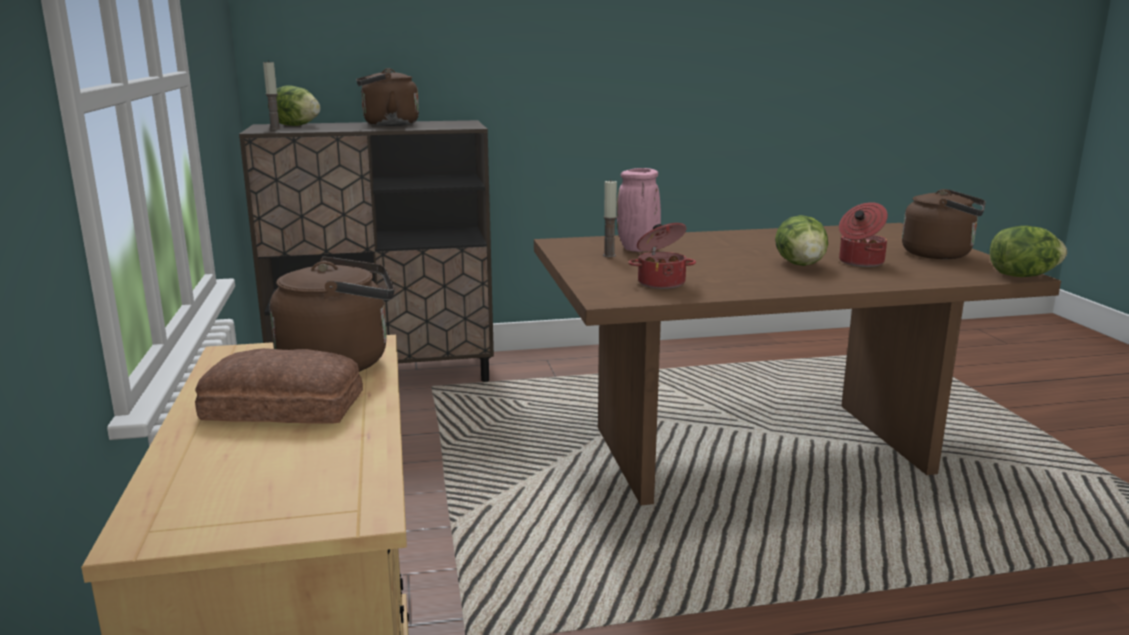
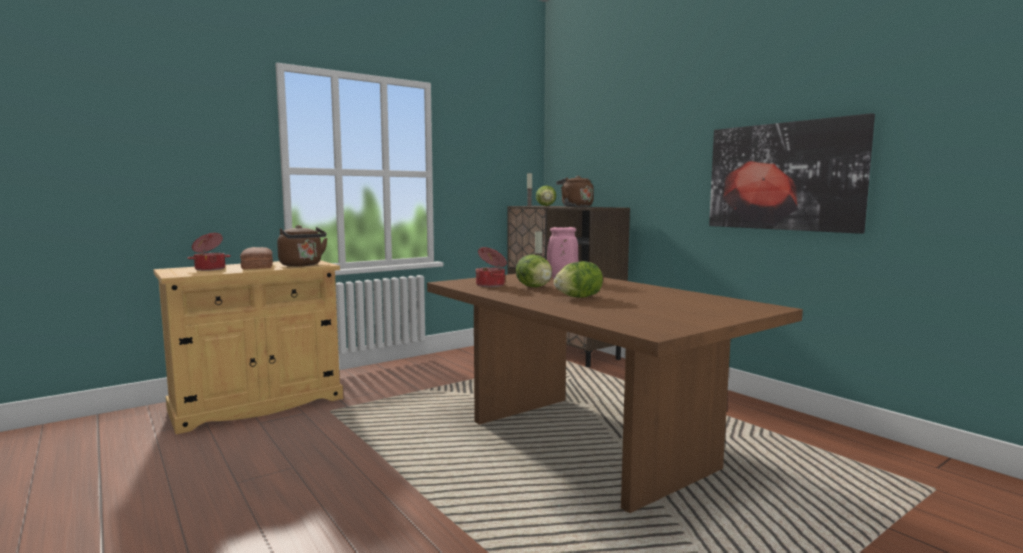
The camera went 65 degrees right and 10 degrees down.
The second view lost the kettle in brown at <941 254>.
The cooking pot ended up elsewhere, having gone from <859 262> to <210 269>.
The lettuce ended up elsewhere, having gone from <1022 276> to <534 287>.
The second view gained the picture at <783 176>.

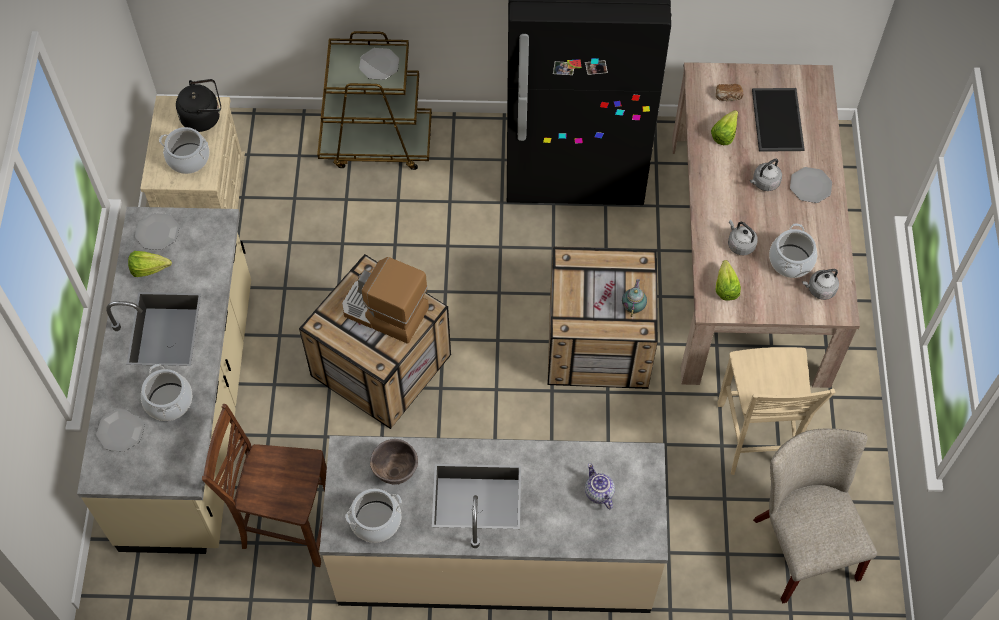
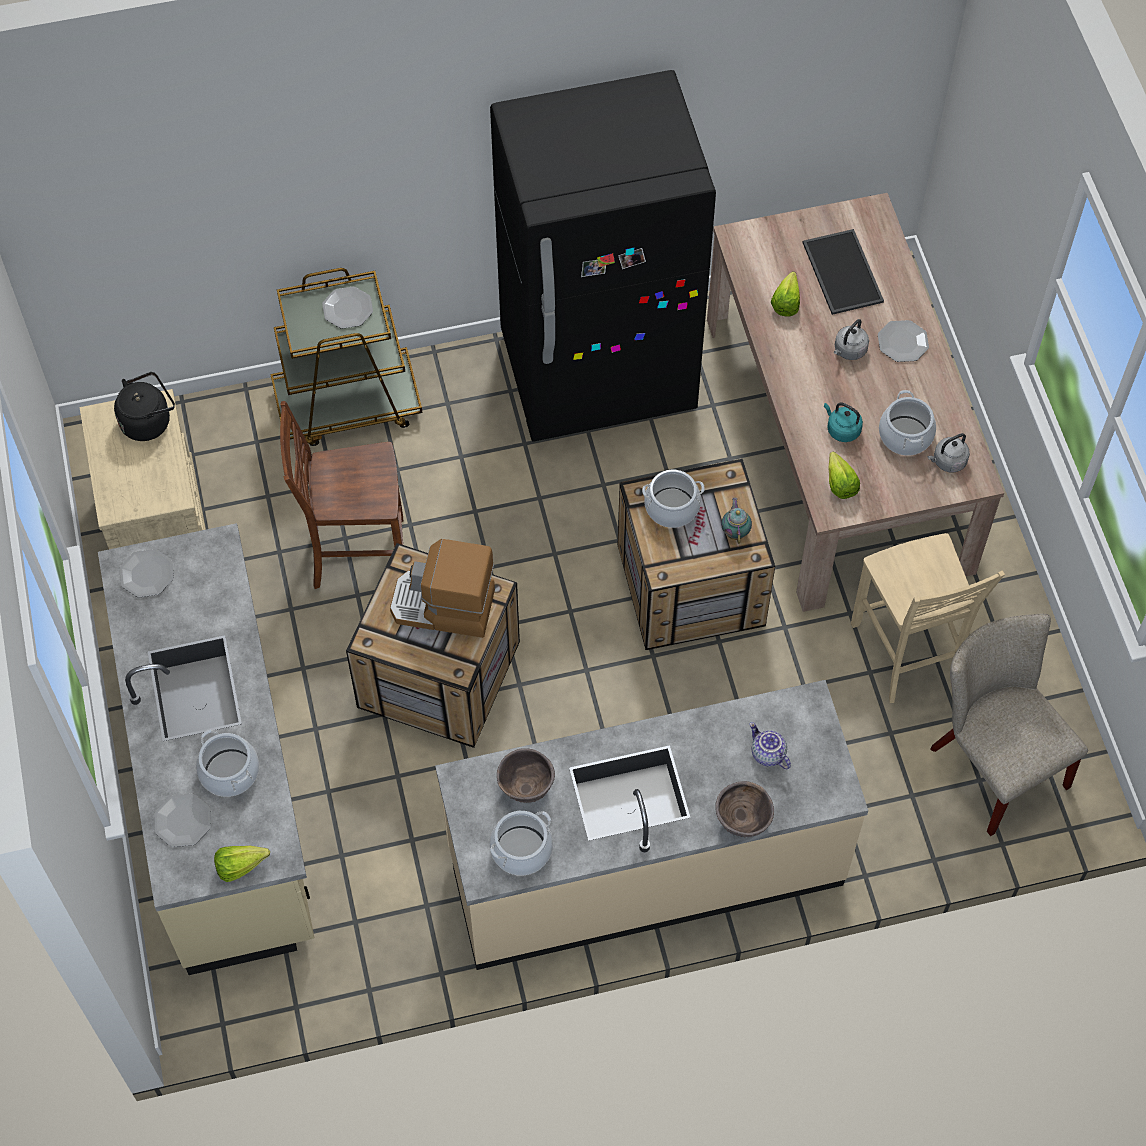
The camera went 15 degrees left and 0 degrees up.
The second view lost the bread at <728 97>.
The cooking pot ended up elsewhere, having gone from <188 158> to <672 507>.
What was the kettle in grey at <740 244> turned into the kettle in turquoise at <841 429>.
The lettuce ended up elsewhere, having gone from <152 270> to <245 866>.
The chair in brown ended up elsewhere, having gone from <286 525> to <356 554>.
The second view gained the bowl in brown at <742 820>.

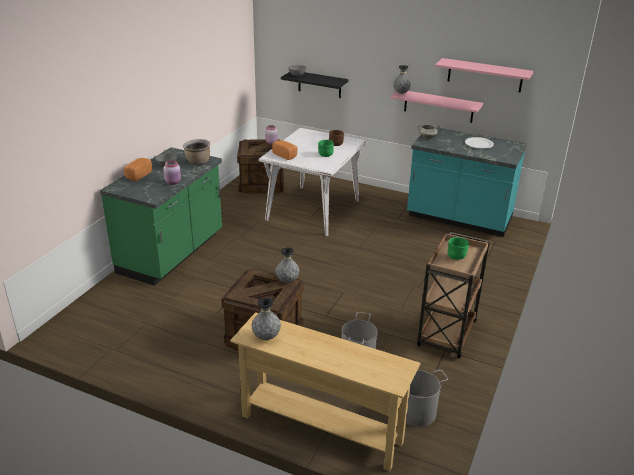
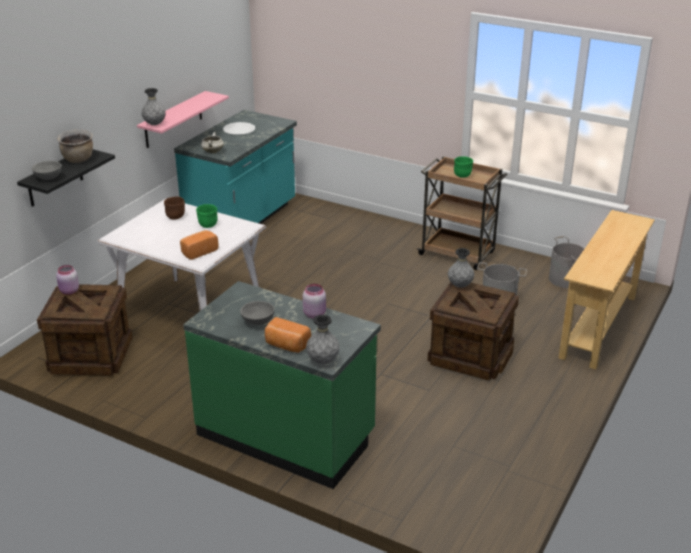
The camera went 85 degrees left and 0 degrees up.
The second view lost the shelf in pink at <485 75>.
The cooking pot in brown ended up elsewhere, having gone from <198 162> to <78 160>.
The vase in grey ended up elsewhere, having gone from <266 337> to <323 361>.

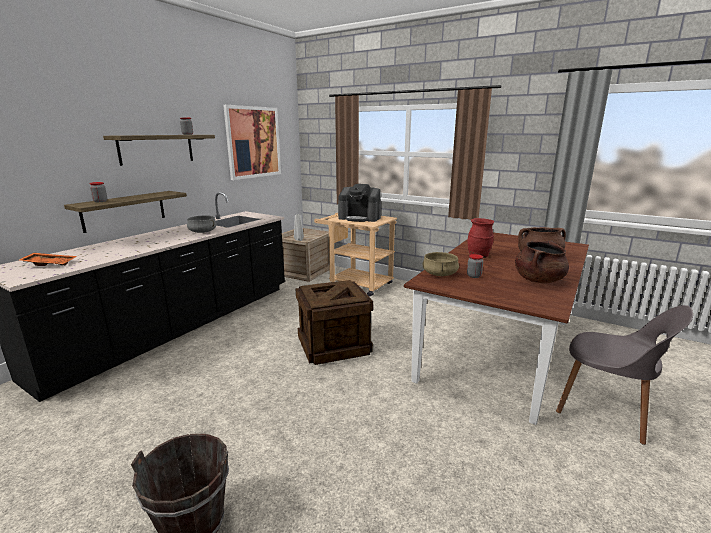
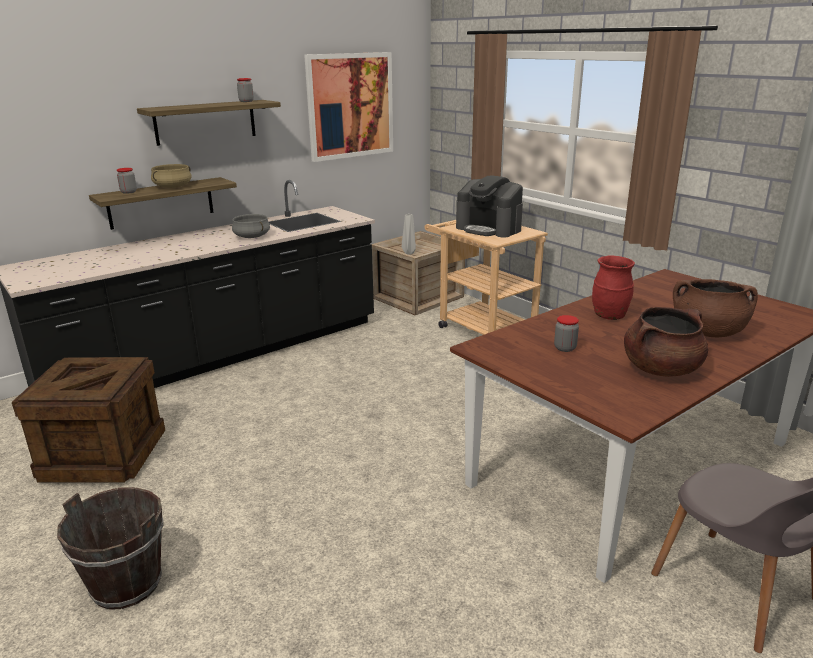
The camera went 20 degrees right and 5 degrees up.
The cooking pot in beige ended up elsewhere, having gone from <440 274> to <173 187>.
The second view lost the tray in orange at <50 263>.
The crate ended up elsewhere, having gone from <334 345> to <105 455>.

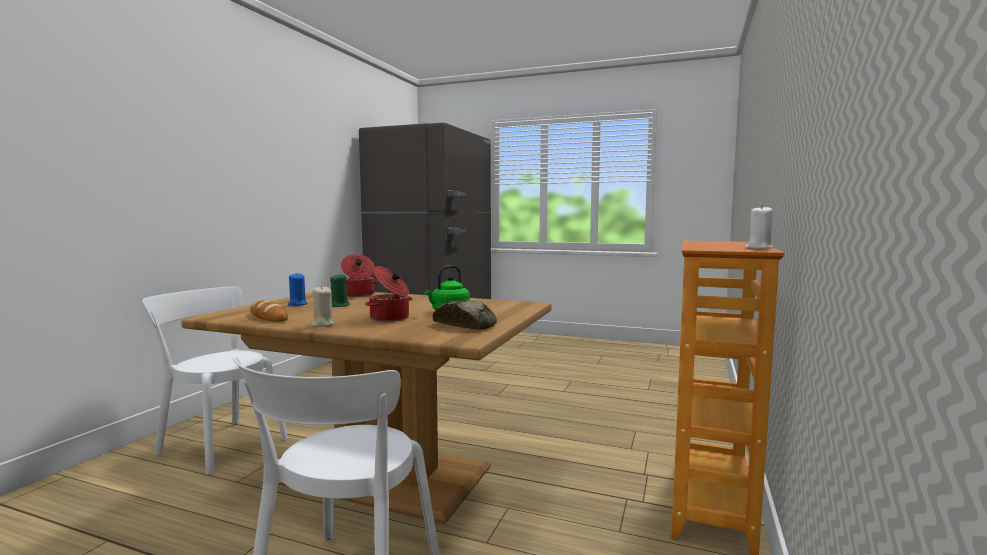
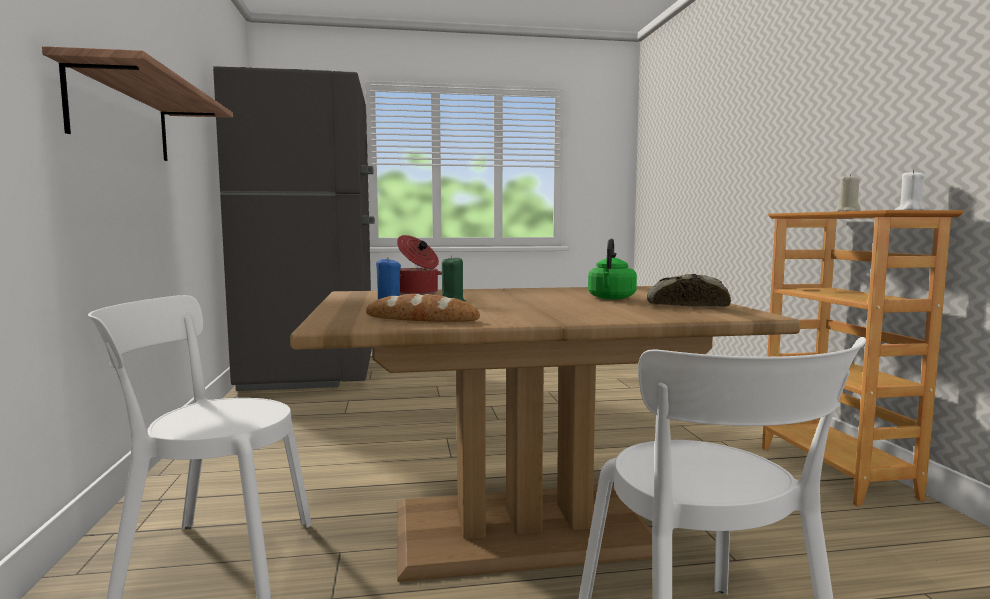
The camera went 30 degrees left and 0 degrees up.
The second view lost the cooking pot at <390 318>.
The candle in beige ended up elsewhere, having gone from <322 324> to <847 212>.
The second view gained the shelf at <121 117>.

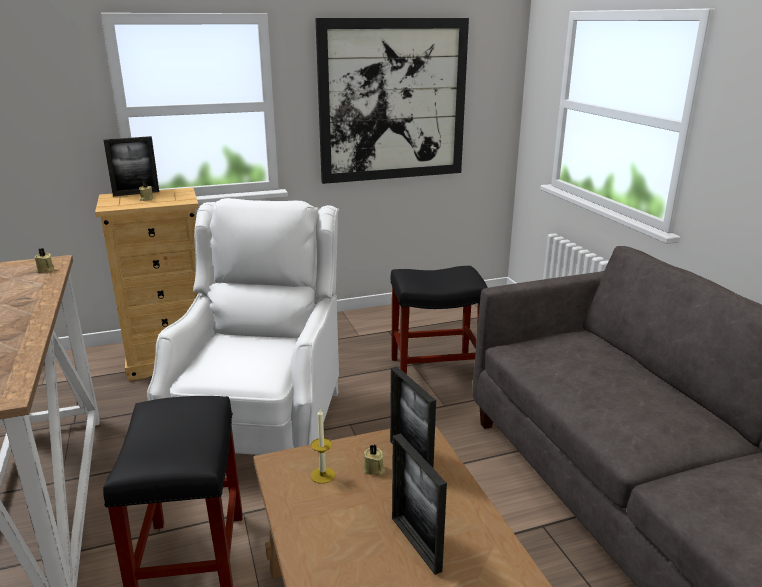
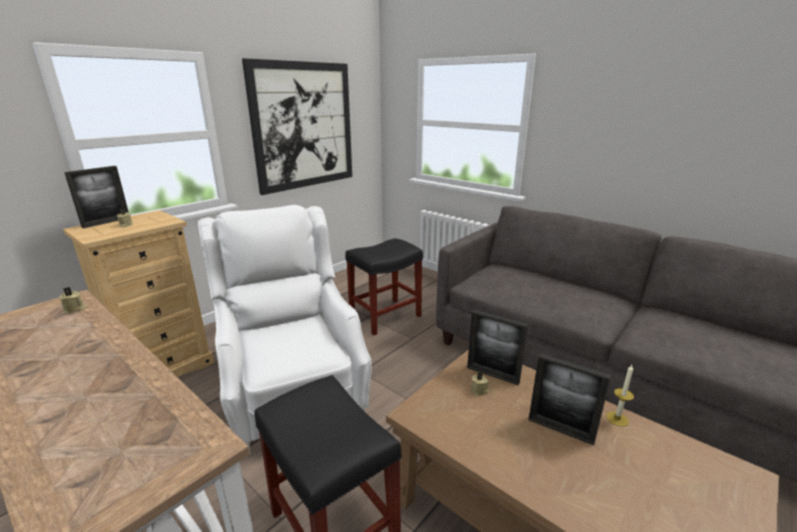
The camera went 30 degrees left and 0 degrees up.
The candle ended up elsewhere, having gone from <322 475> to <617 419>.

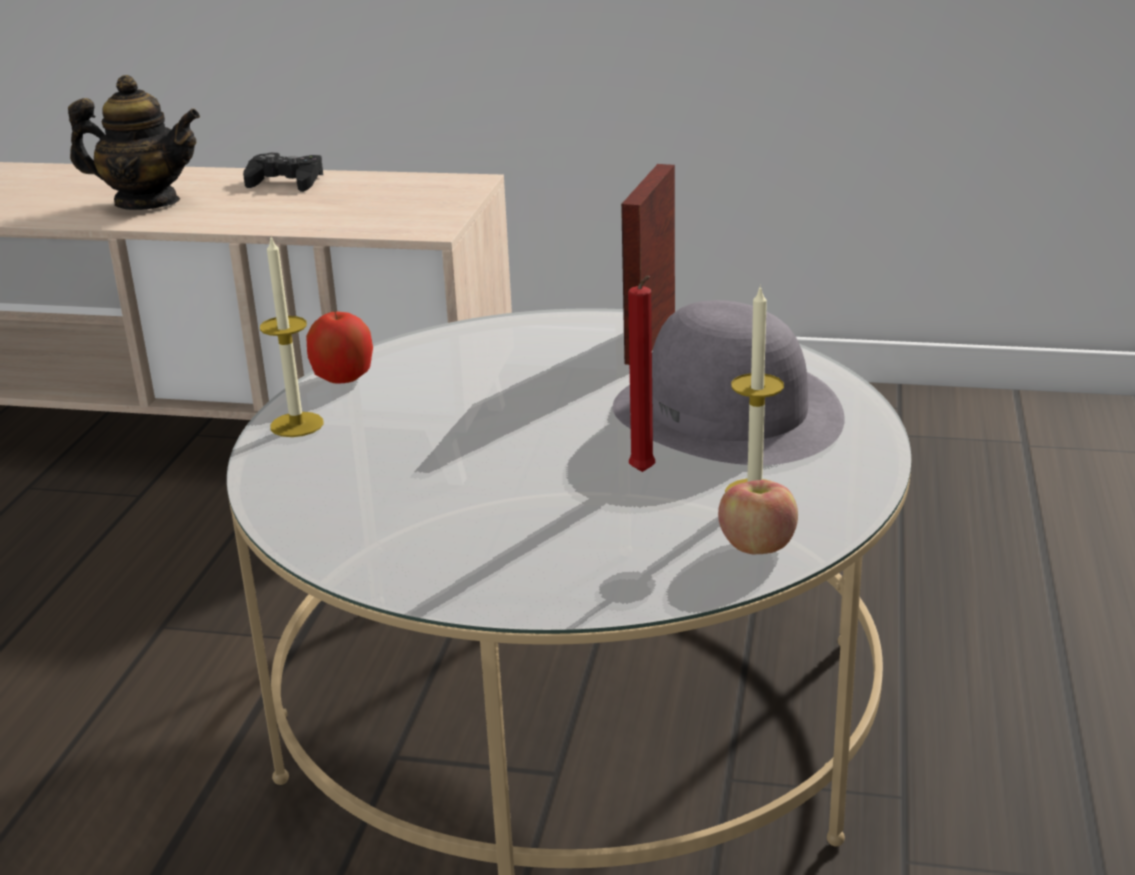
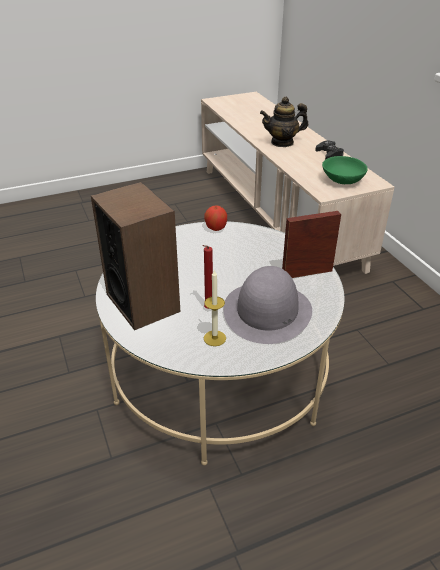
The camera went 55 degrees right and 10 degrees up.
The teapot at <147 203> ended up facing another way, 105 degrees clockwise from before.
The second view lost the candle at <297 424>.
The second view lost the apple at <757 546>.
The second view gained the bowl in green at <343 180>.
The second view gained the speaker at <143 302>.

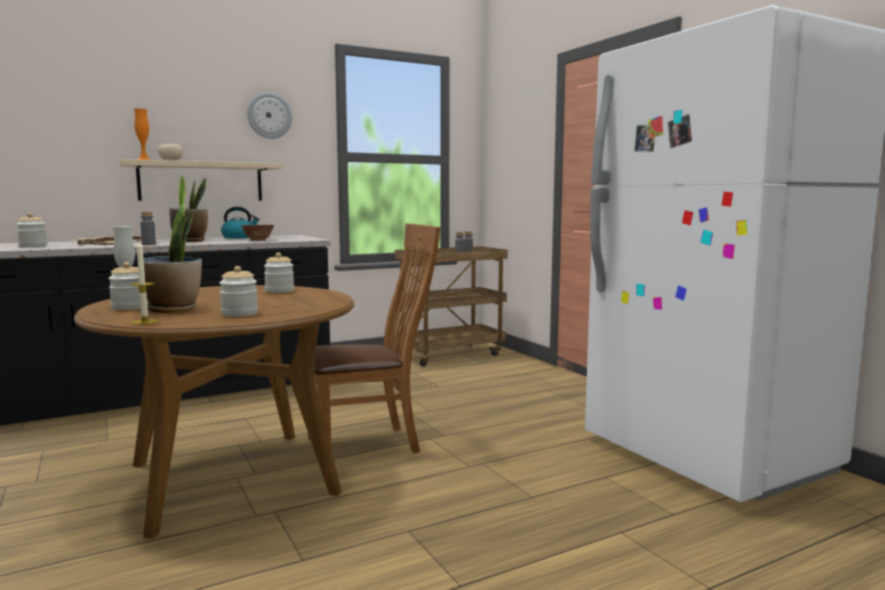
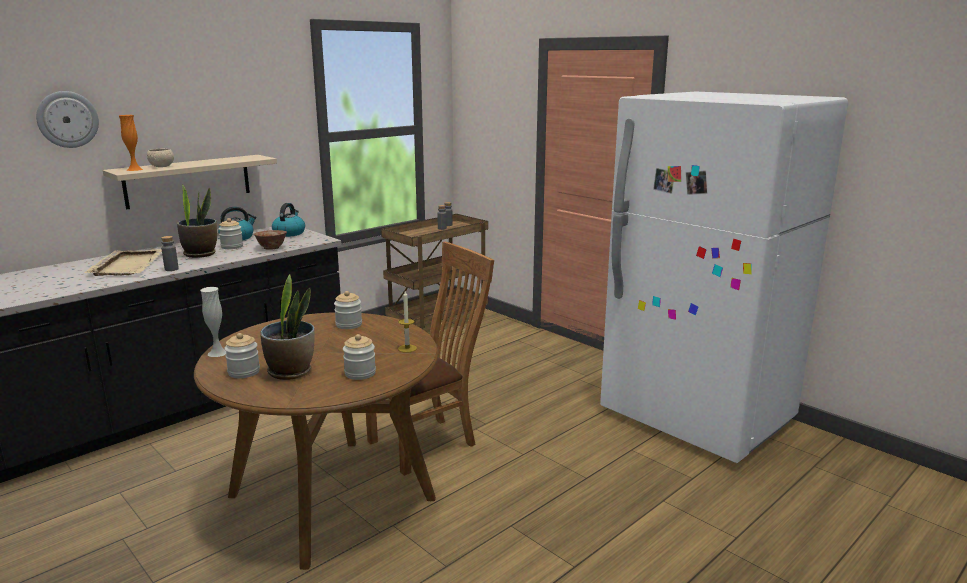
The camera went 15 degrees left and 10 degrees up.
The wall clock ended up elsewhere, having gone from <269 116> to <67 119>.
The jar ended up elsewhere, having gone from <33 246> to <232 246>.
The candle ended up elsewhere, having gone from <145 322> to <407 348>.
The second view gained the kettle at <289 233>.

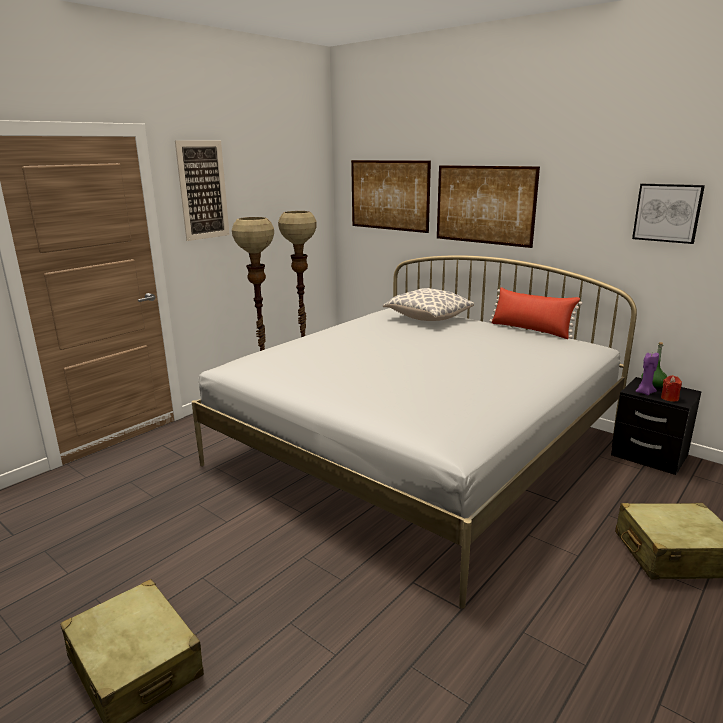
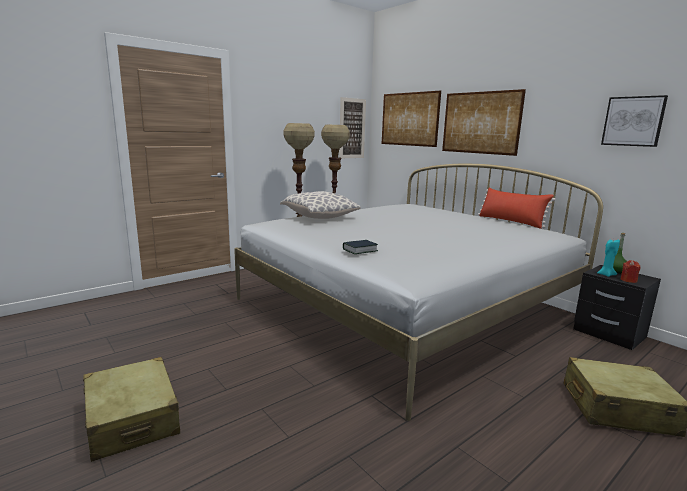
The camera went 10 degrees right and 5 degrees down.
The picture ended up elsewhere, having gone from <203 190> to <352 128>.
The pillow ended up elsewhere, having gone from <428 318> to <319 217>.
What was the candle in purple at <644 392> turned into the candle in turquoise at <606 274>.
The second view gained the book at <360 250>.

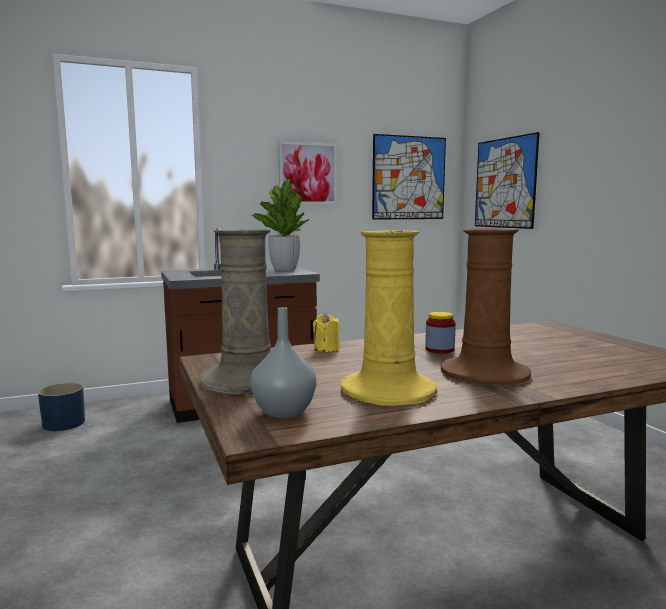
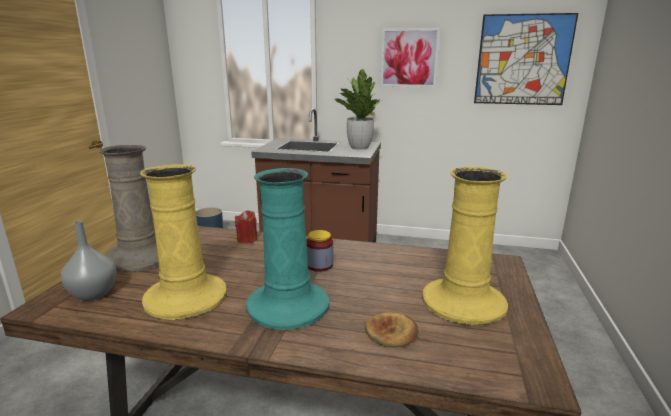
The camera went 35 degrees right and 10 degrees up.
The second view lost the picture at <505 183>.
What was the vase in brown at <485 373> turned into the vase in turquoise at <289 305>.
What was the candle in yellow at <326 348> turned into the candle in red at <247 239>.
The second view gained the vase in yellow at <464 302>.
The second view gained the bread at <391 333>.

